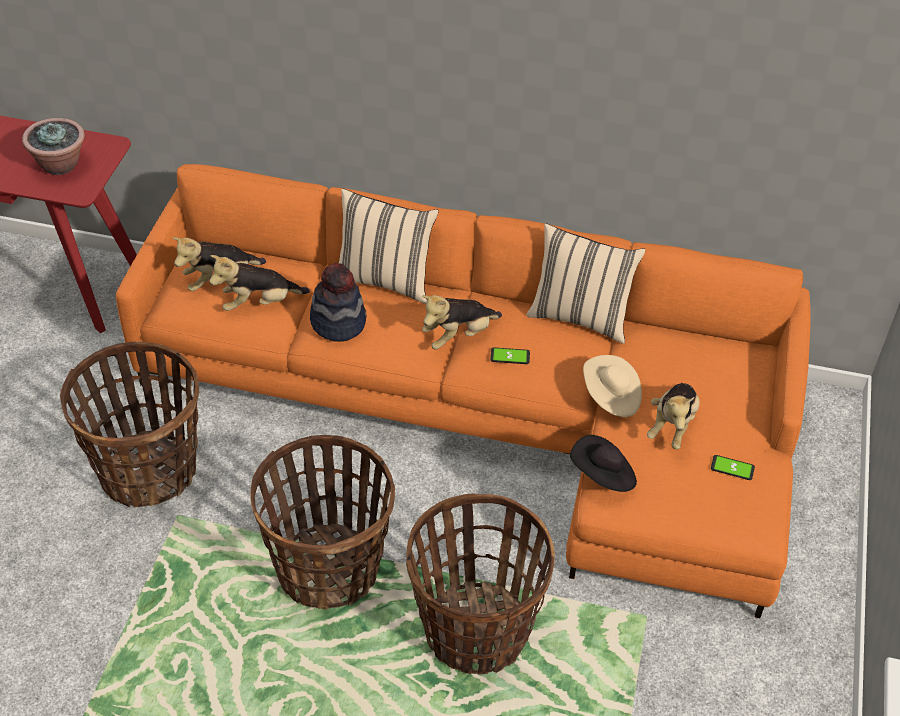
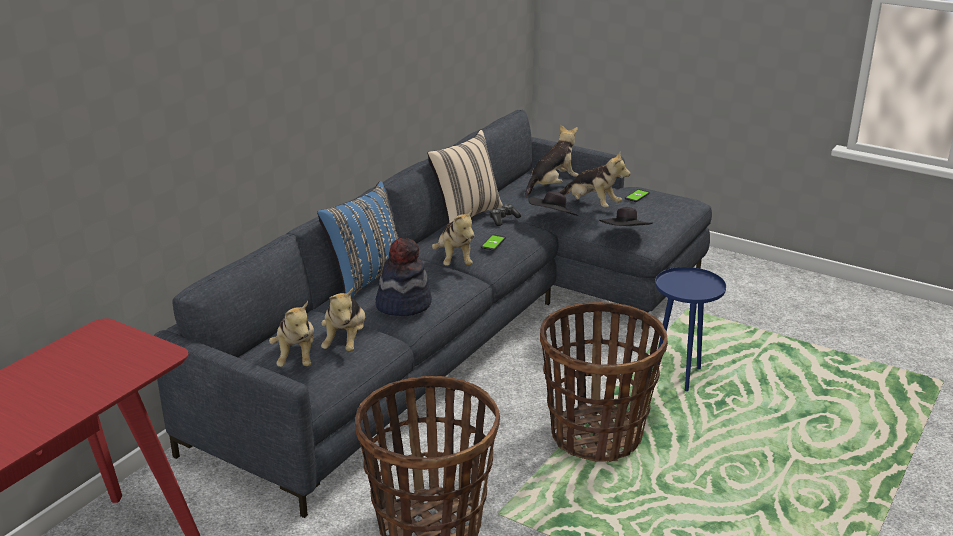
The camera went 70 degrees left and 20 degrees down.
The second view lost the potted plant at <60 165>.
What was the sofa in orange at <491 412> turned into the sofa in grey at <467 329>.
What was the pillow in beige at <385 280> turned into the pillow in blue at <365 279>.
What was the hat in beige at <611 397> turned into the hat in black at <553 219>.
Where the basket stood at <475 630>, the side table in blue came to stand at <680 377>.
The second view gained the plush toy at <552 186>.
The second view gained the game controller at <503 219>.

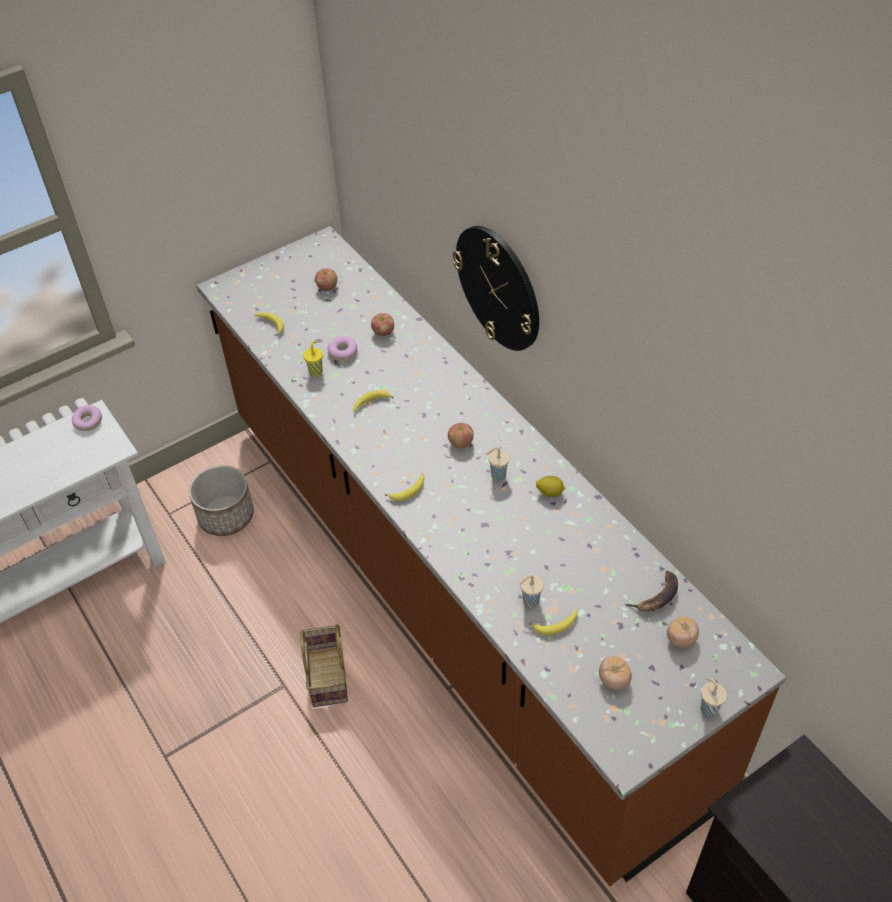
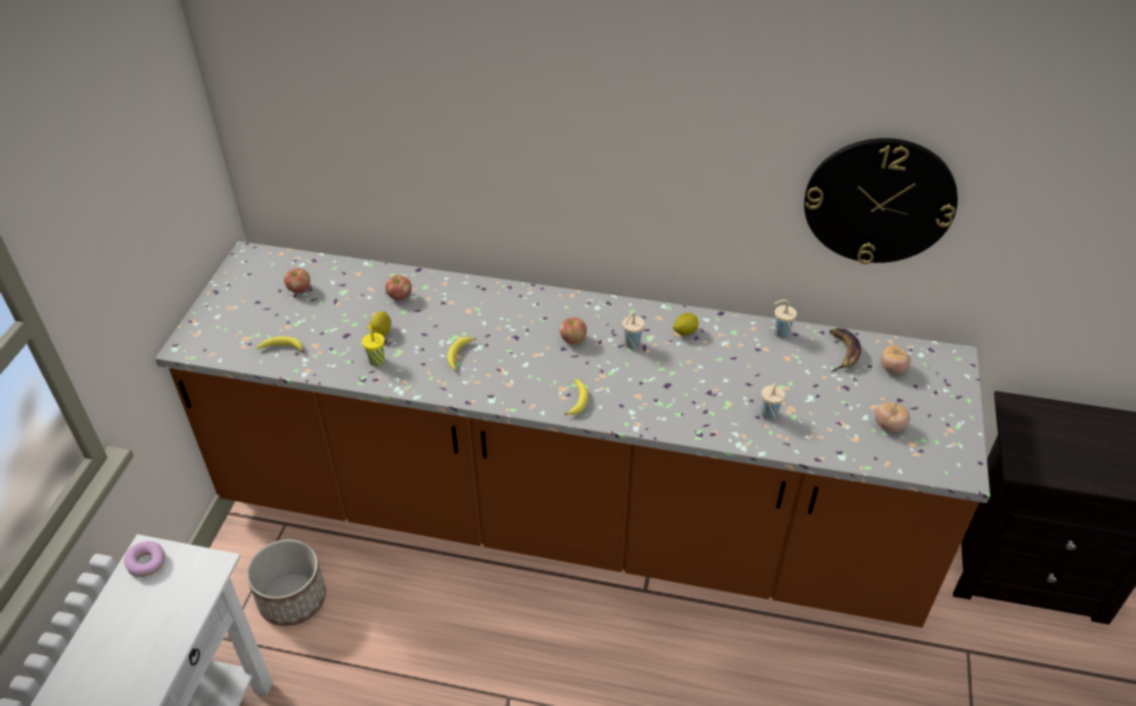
The camera went 45 degrees left and 5 degrees down.
The wall clock ended up elsewhere, having gone from <498 288> to <879 201>.
Where the donut stood at <343 352>, the lemon came to stand at <382 331>.
The second view lost the banana at <556 625>.
The second view lost the basket at <329 677>.
The cup in beige ended up elsewhere, having gone from <708 708> to <780 333>.

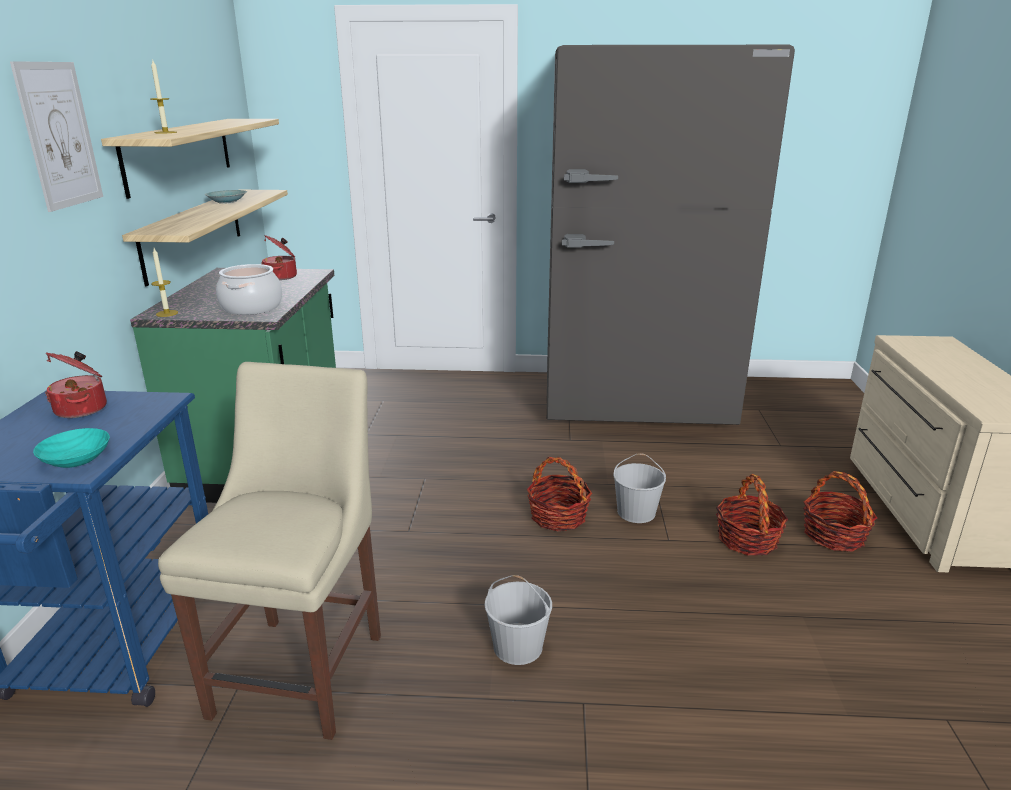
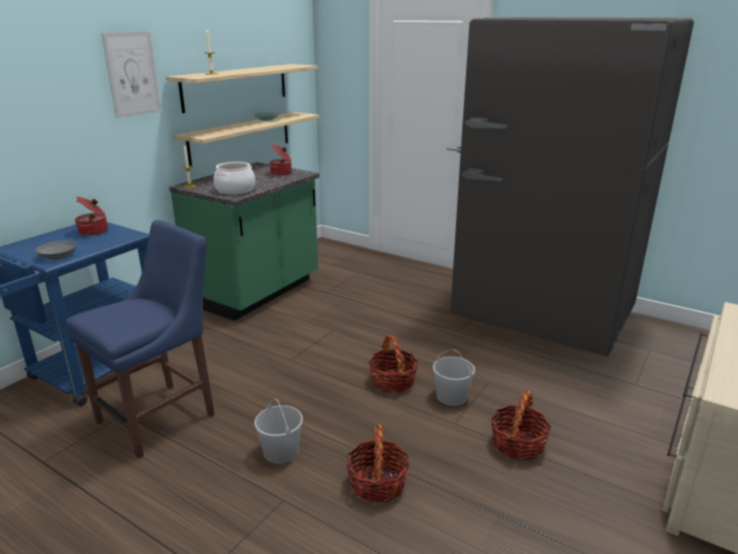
The camera went 30 degrees right and 0 degrees up.
What was the chair in beige at <304 667> turned into the chair in blue at <162 416>.
What was the bowl in turquoise at <78 458> turned into the bowl in grey at <59 256>.
The basket ended up elsewhere, having gone from <834 535> to <377 483>.

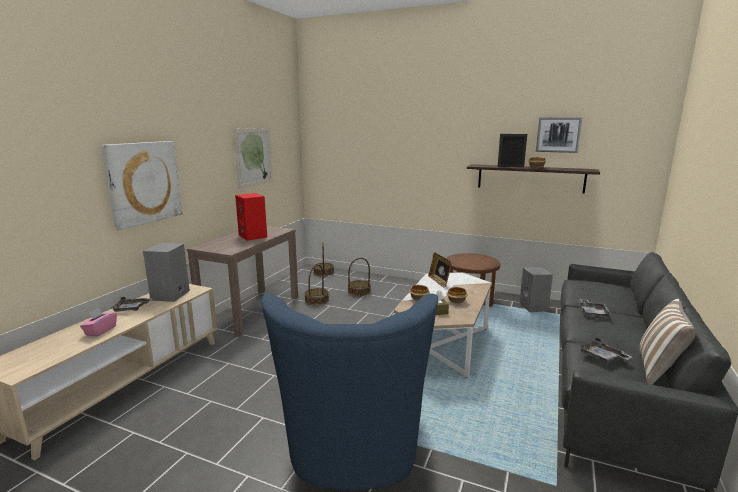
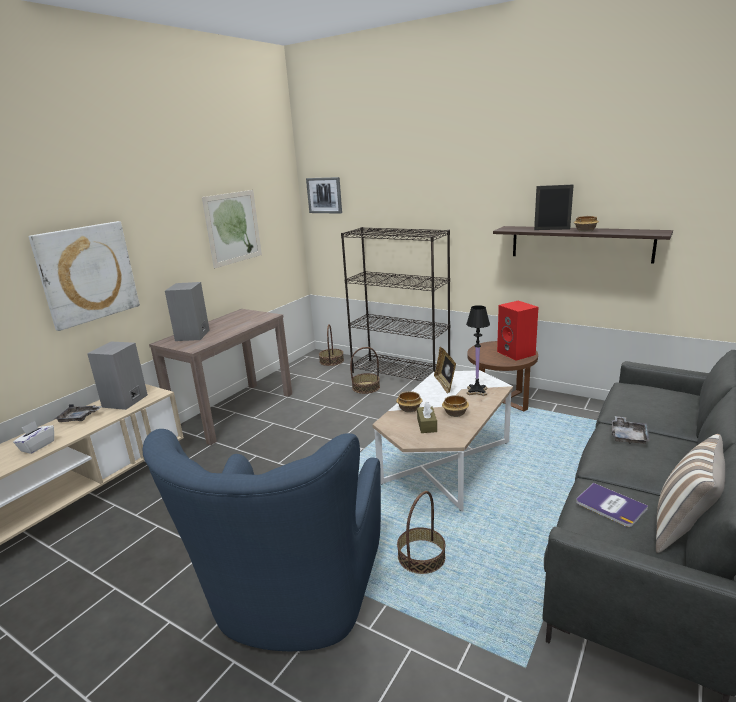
The camera went 10 degrees right and 5 degrees up.
The picture ended up elsewhere, having gone from <558 134> to <324 195>.
The speaker in red ended up elsewhere, having gone from <253 236> to <517 353>.
The basket ended up elsewhere, having gone from <316 300> to <421 556>.
The speaker in grey ended up elsewhere, having gone from <534 308> to <193 335>.
What was the tissue box in pink at <100 331> turned into the tissue box in white at <37 446>.
Where the tray in grey stood at <602 357>, the book came to stand at <610 505>.
The second view gained the bookcase in black at <400 373>.
The second view gained the table lamp in black at <477 391>.

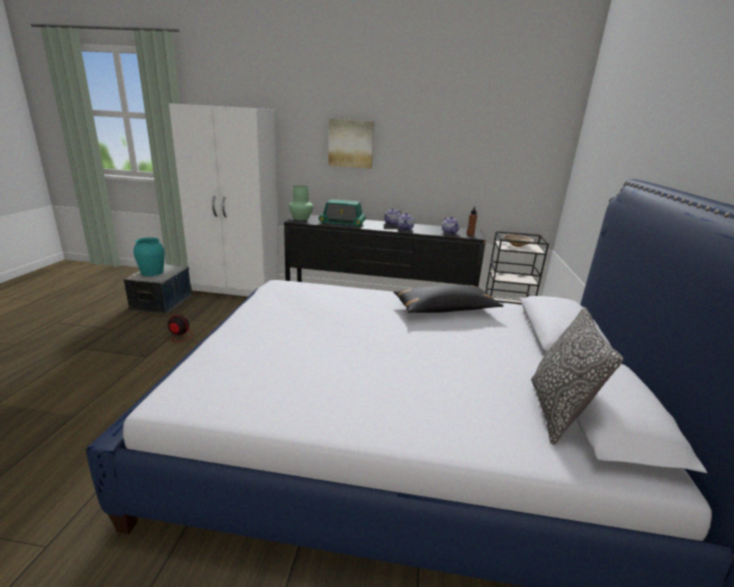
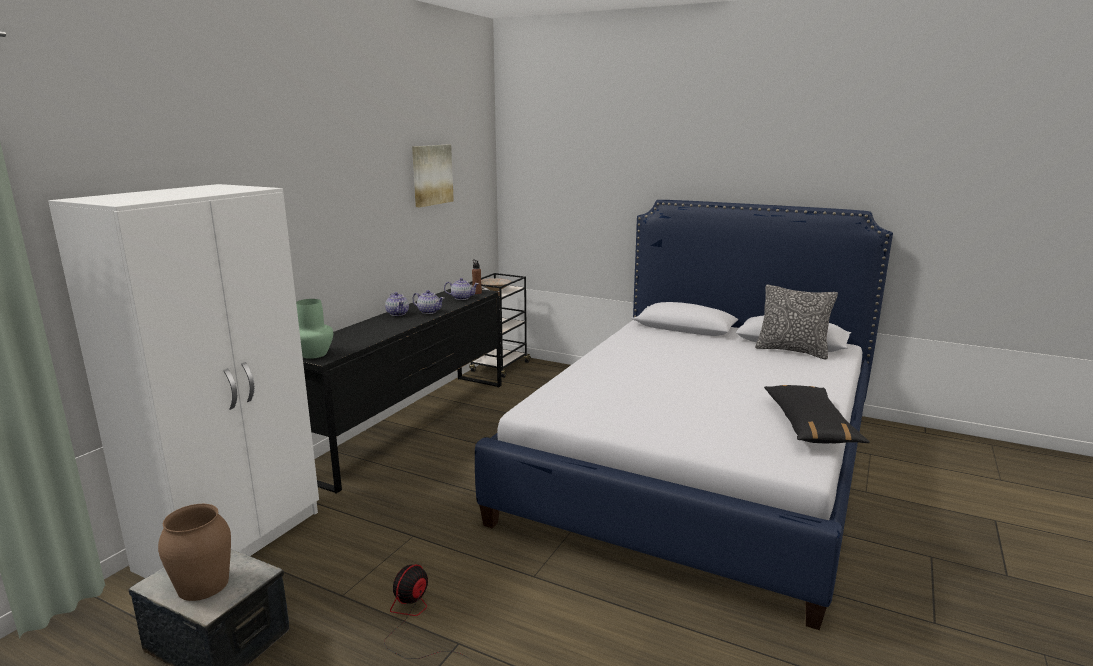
The camera went 70 degrees left and 5 degrees down.
The picture ended up elsewhere, having gone from <351 143> to <431 175>.
The second view lost the radio at <342 223>.
What was the vase in turquoise at <152 272> turned into the vase in brown at <203 585>.
The pillow in black ended up elsewhere, having gone from <445 309> to <810 426>.

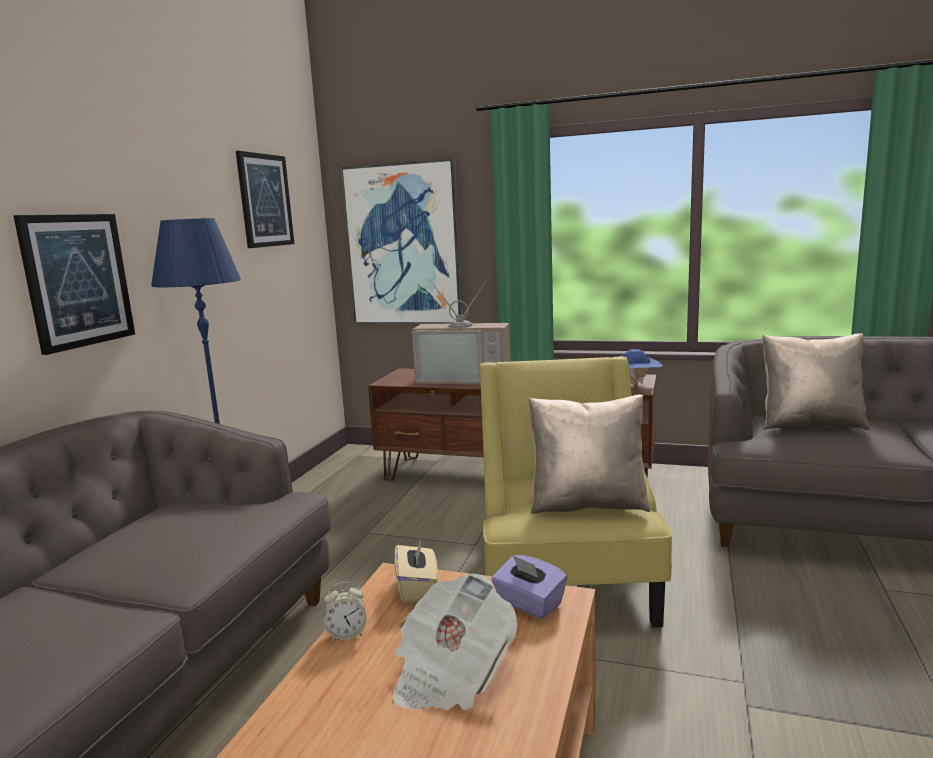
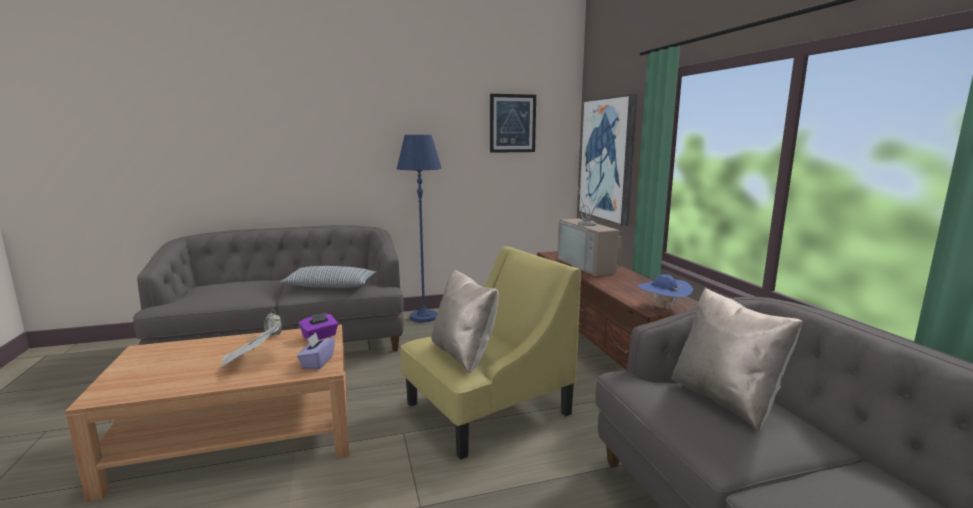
The camera went 55 degrees right and 0 degrees up.
The second view lost the picture at <77 280>.
What was the tissue box in beige at <417 588> turned into the tissue box in purple at <320 336>.
The second view gained the pillow at <330 286>.

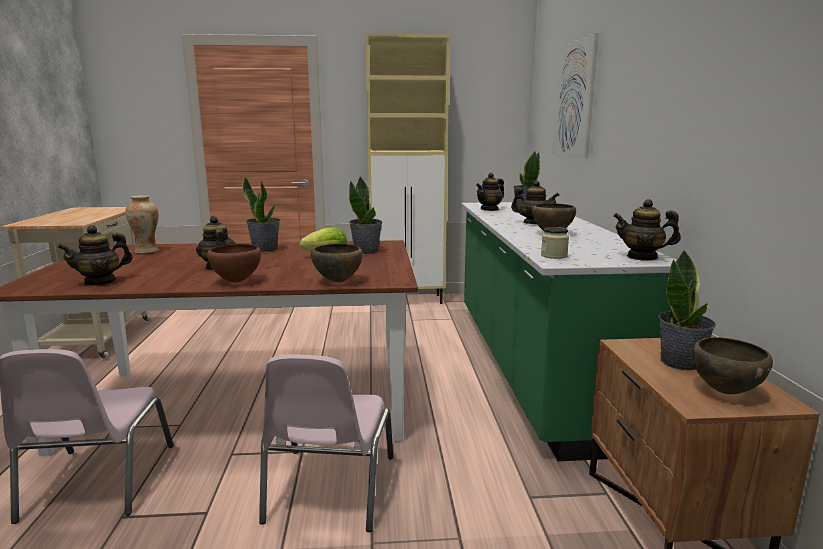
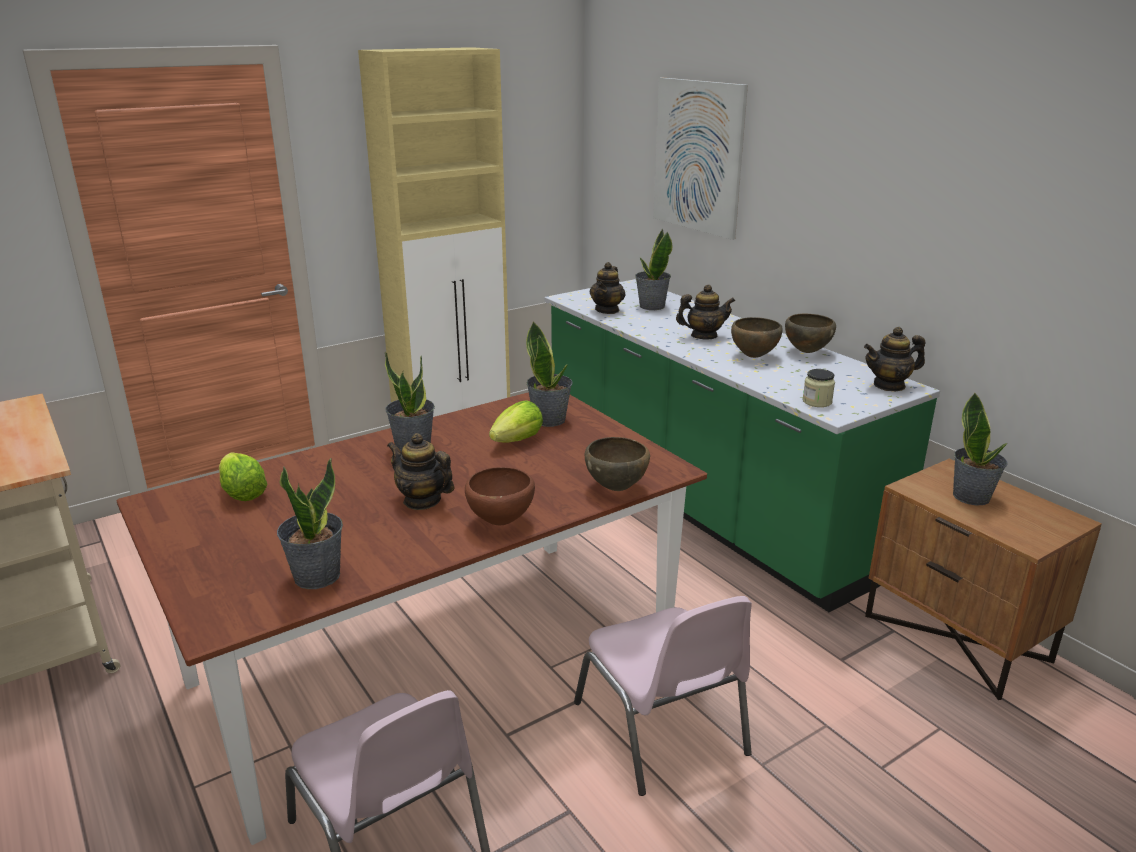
The camera went 30 degrees left and 10 degrees up.
Where the vase stood at <147 251>, the lettuce came to stand at <242 494>.
Where the teapot stood at <100 282>, the potted plant came to stand at <316 575>.
The bowl in brown ended up elsewhere, having gone from <724 391> to <806 352>.

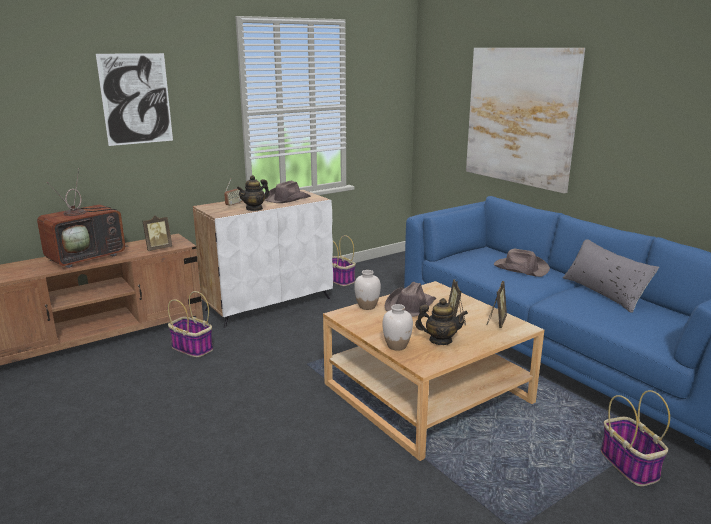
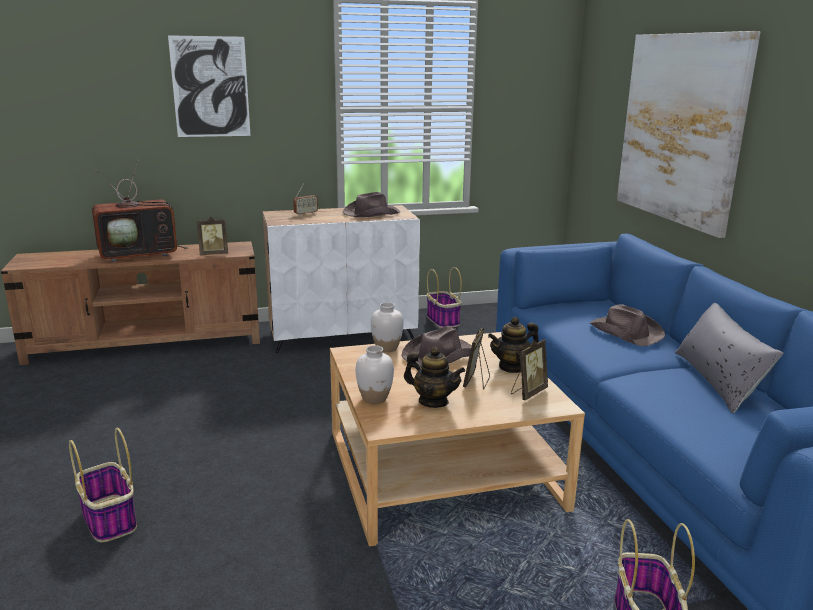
The camera went 20 degrees right and 0 degrees up.
The teapot ended up elsewhere, having gone from <254 208> to <512 367>.
The basket ended up elsewhere, having gone from <191 348> to <109 519>.

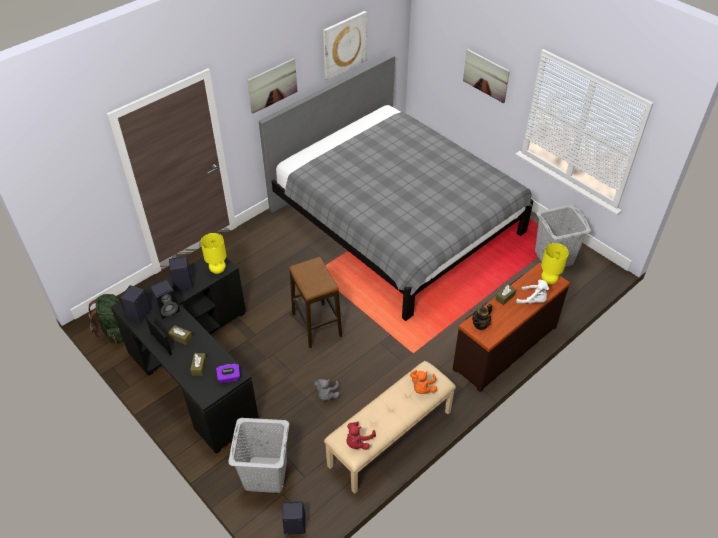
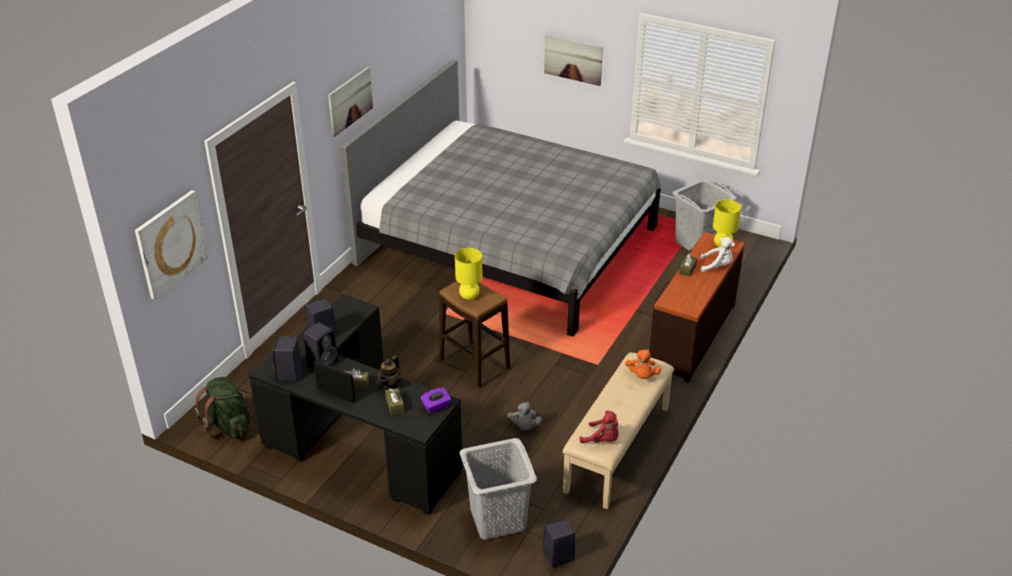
The camera went 20 degrees left and 10 degrees down.
The picture ended up elsewhere, having gone from <344 45> to <171 243>.
The table lamp in yellow ended up elsewhere, having gone from <218 270> to <469 296>.
The teapot ended up elsewhere, having gone from <480 324> to <390 385>.
The plush toy in red at <358 442> ended up facing another way, 75 degrees counterclockwise from before.

